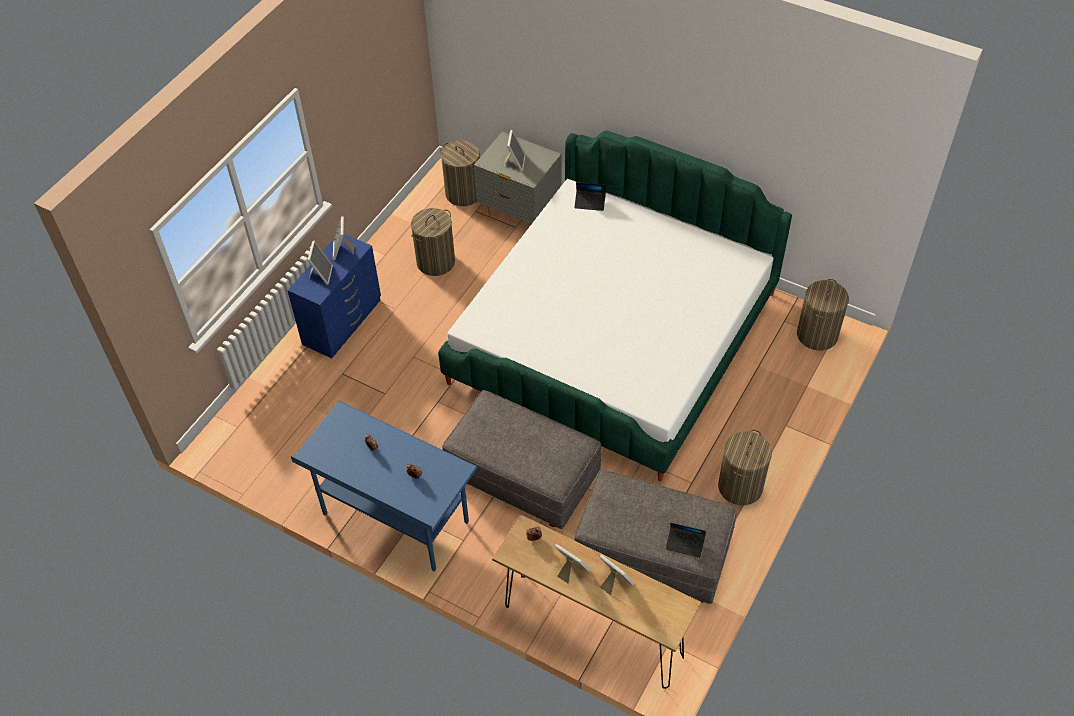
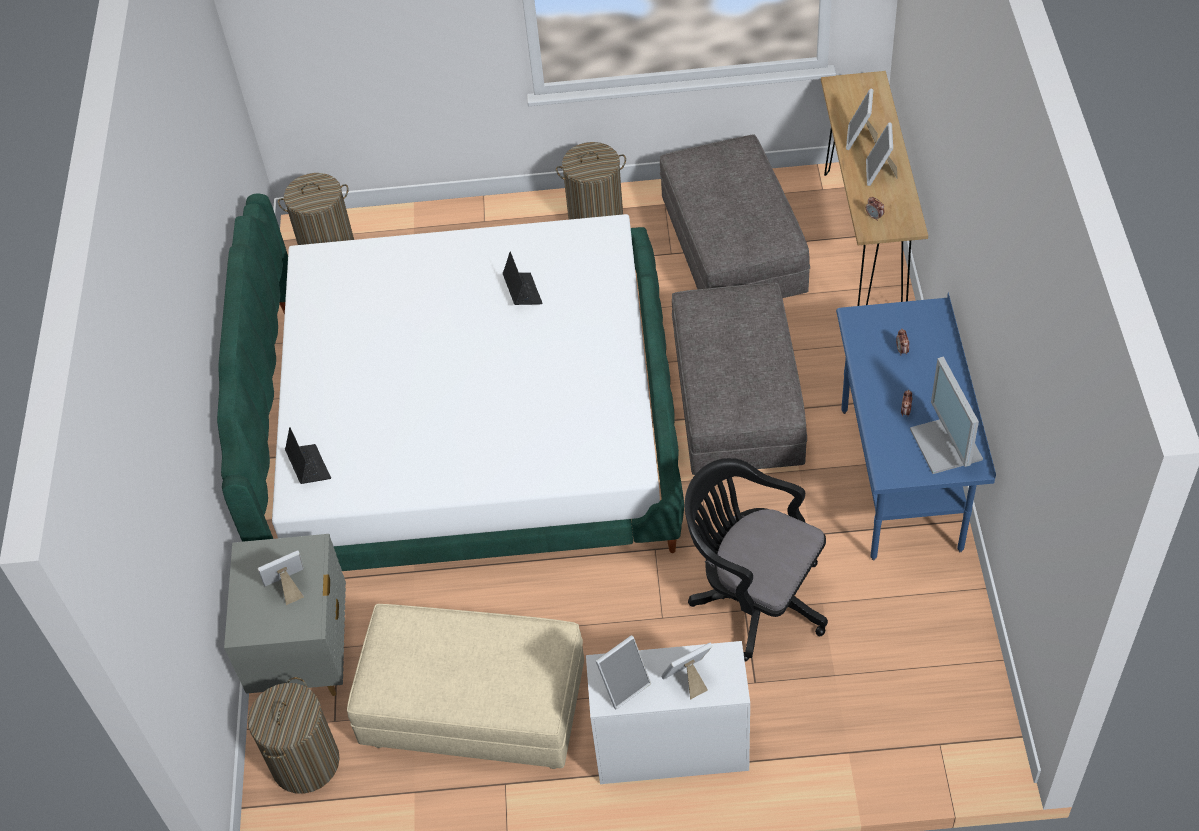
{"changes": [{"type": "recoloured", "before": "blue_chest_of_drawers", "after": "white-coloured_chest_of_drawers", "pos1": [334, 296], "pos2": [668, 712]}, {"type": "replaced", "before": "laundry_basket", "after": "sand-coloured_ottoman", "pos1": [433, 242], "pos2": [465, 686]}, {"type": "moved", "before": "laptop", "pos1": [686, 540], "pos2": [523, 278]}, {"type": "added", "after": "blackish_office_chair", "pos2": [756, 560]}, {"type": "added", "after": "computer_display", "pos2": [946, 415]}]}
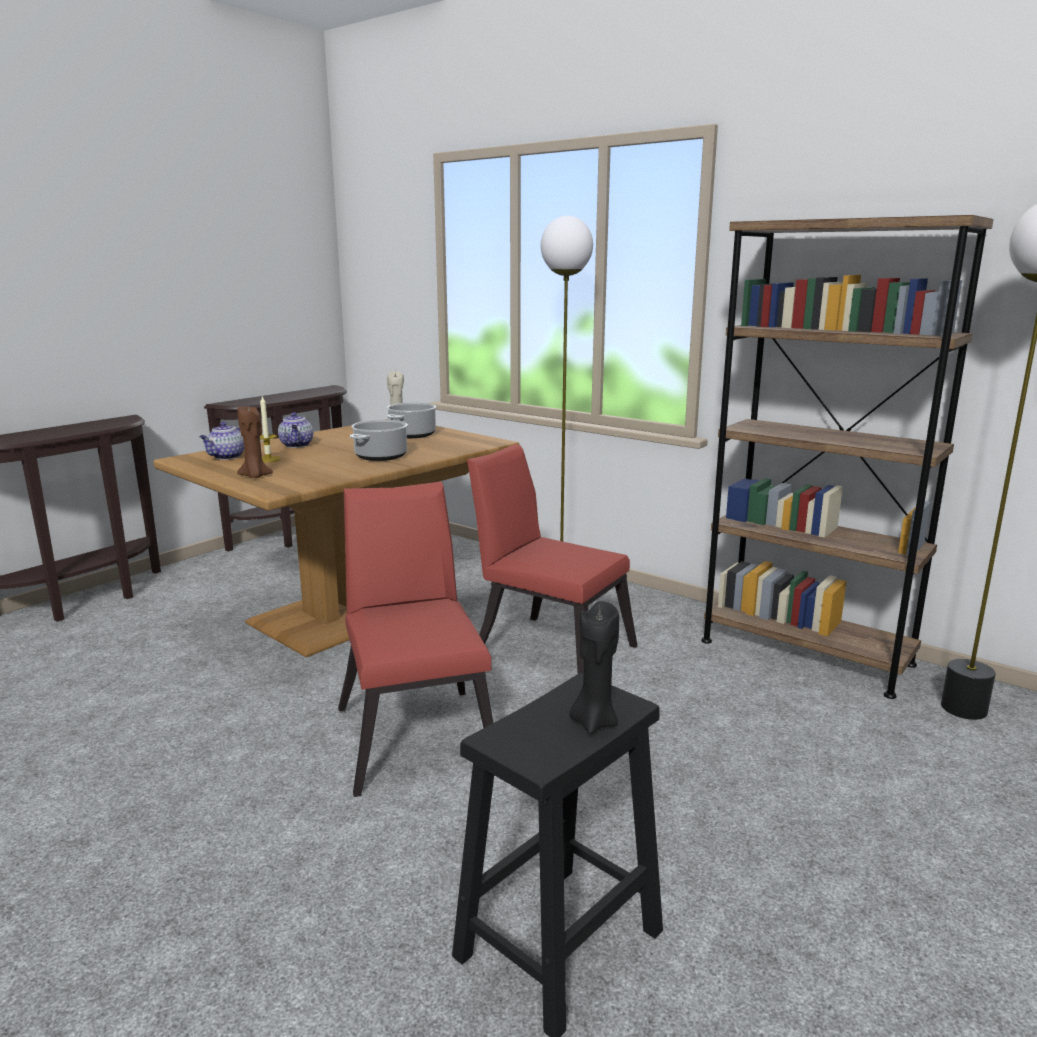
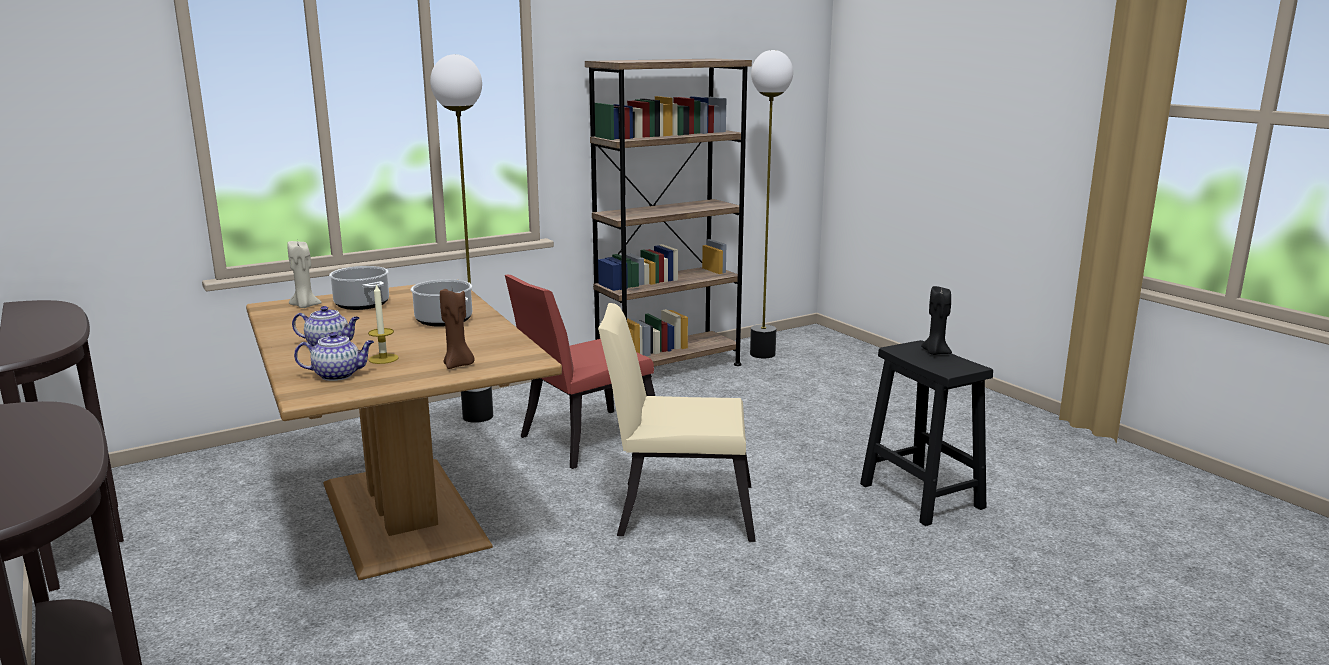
{"changes": [{"type": "turned", "before": "pot_for_tea", "pos1": [222, 441], "pos2": [334, 356], "turn": -60}, {"type": "recoloured", "before": "reddish_upright_chair", "after": "sand-coloured_upright_chair", "pos1": [415, 639], "pos2": [677, 422]}]}
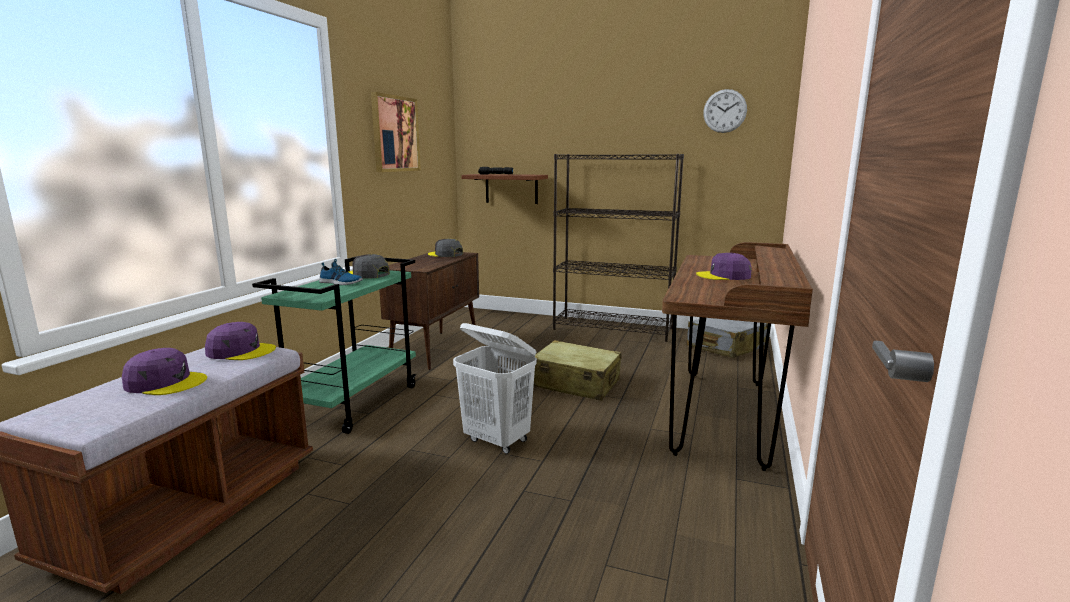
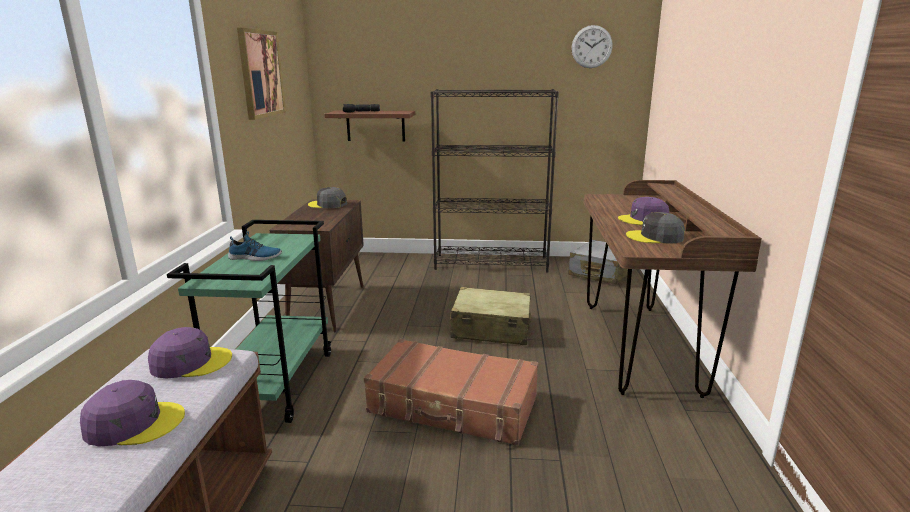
{"changes": [{"type": "moved", "before": "gray_cap", "pos1": [369, 266], "pos2": [655, 228]}, {"type": "replaced", "before": "white-coloured_laundry_basket", "after": "brown_suitcase", "pos1": [495, 388], "pos2": [451, 392]}]}
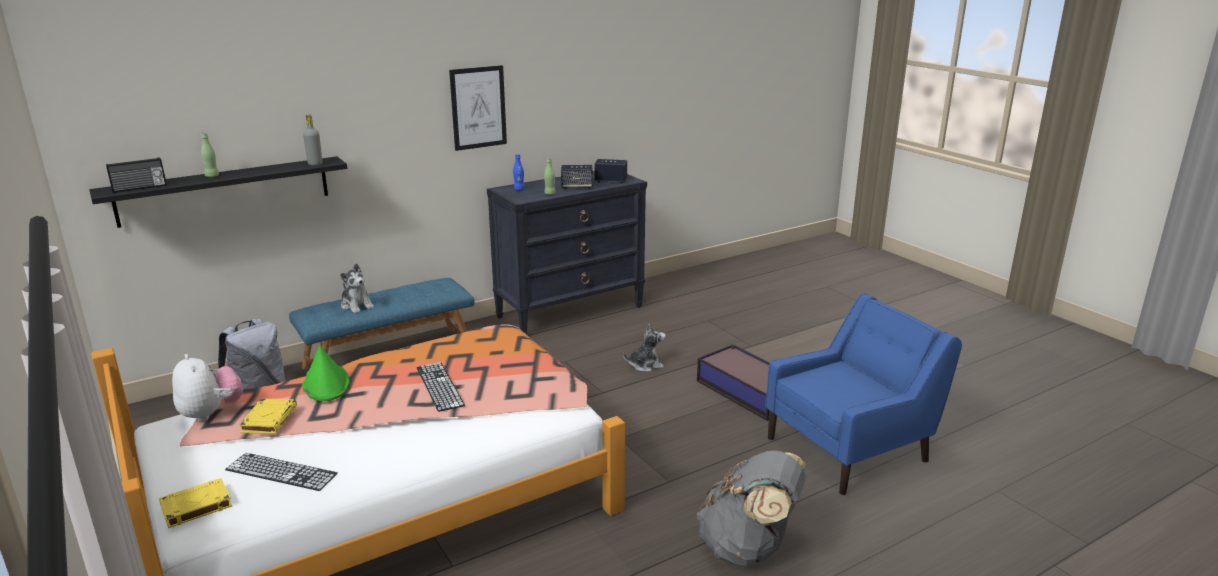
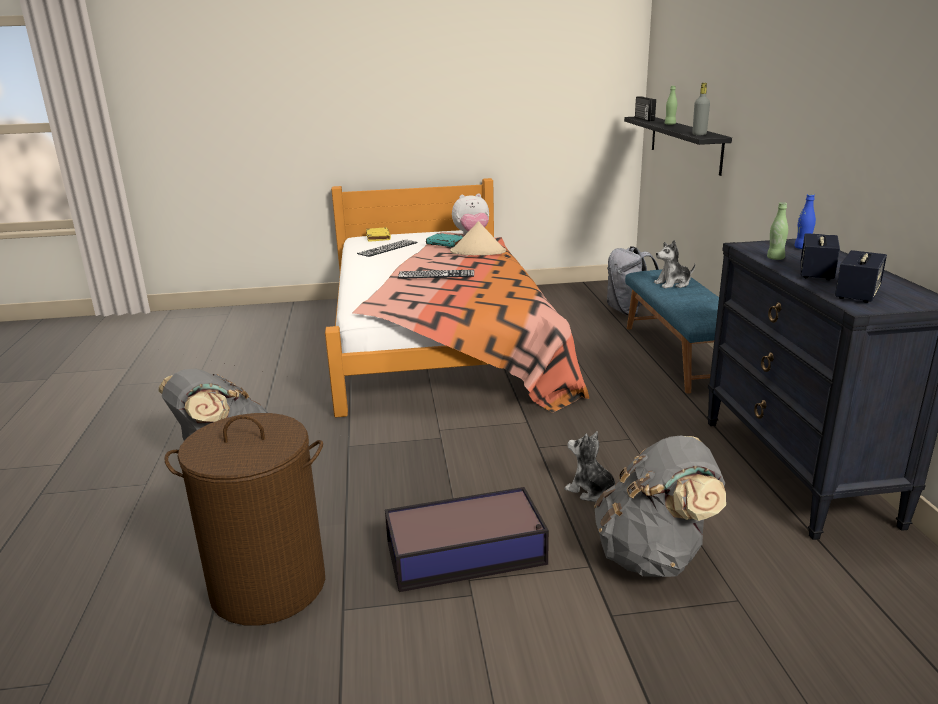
{"changes": [{"type": "recoloured", "before": "yellowish_bound_book", "after": "turquoise-coloured_bound_book", "pos1": [268, 416], "pos2": [445, 240]}, {"type": "recoloured", "before": "green_hat", "after": "sand-coloured_hat", "pos1": [326, 373], "pos2": [478, 238]}, {"type": "removed", "before": "picture", "pos1": [478, 108]}, {"type": "turned", "before": "plush_toy", "pos1": [644, 347], "pos2": [590, 466], "turn": 120}, {"type": "replaced", "before": "blue_lounge_chair", "after": "brown_laundry_basket", "pos1": [863, 394], "pos2": [244, 519]}, {"type": "added", "after": "gray_backpack", "pos2": [660, 506]}]}
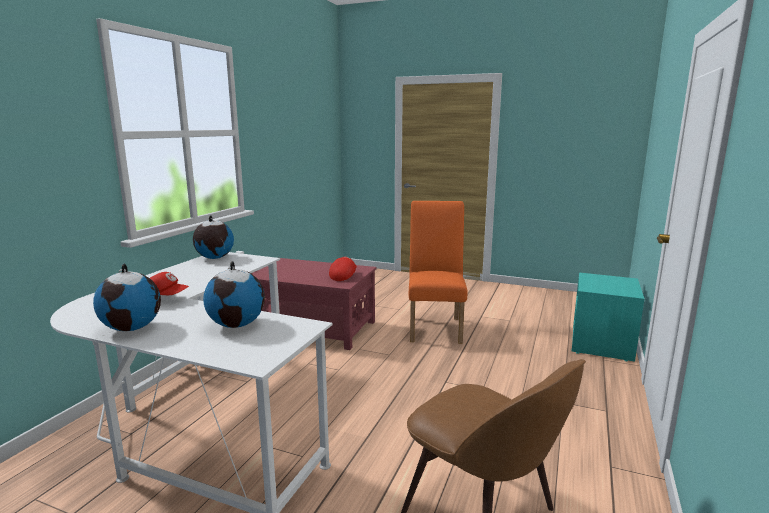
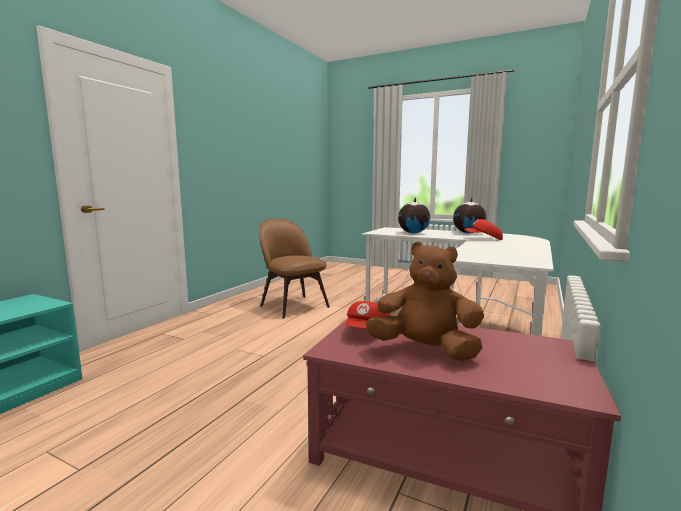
{"changes": [{"type": "removed", "before": "world_globe", "pos1": [213, 237]}, {"type": "removed", "before": "orange_upright_chair", "pos1": [438, 272]}, {"type": "added", "after": "brown_plush_toy", "pos2": [425, 301]}]}
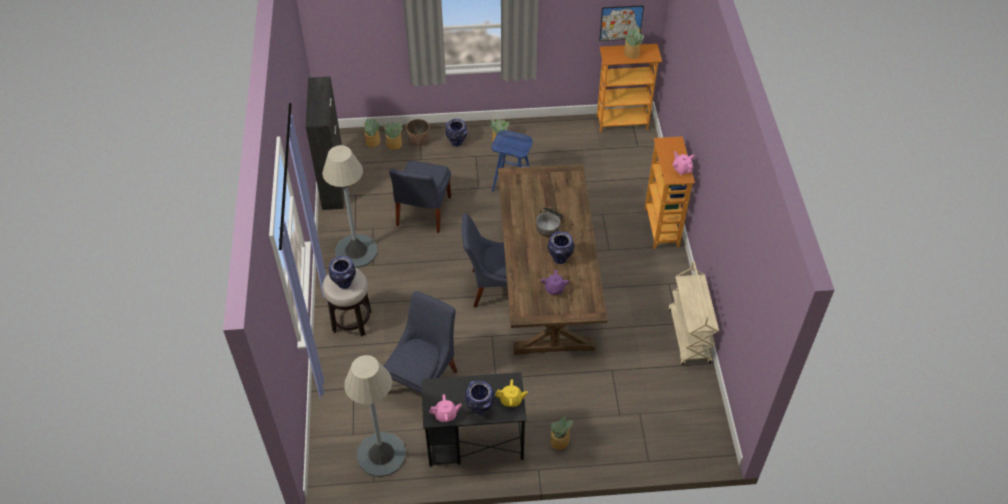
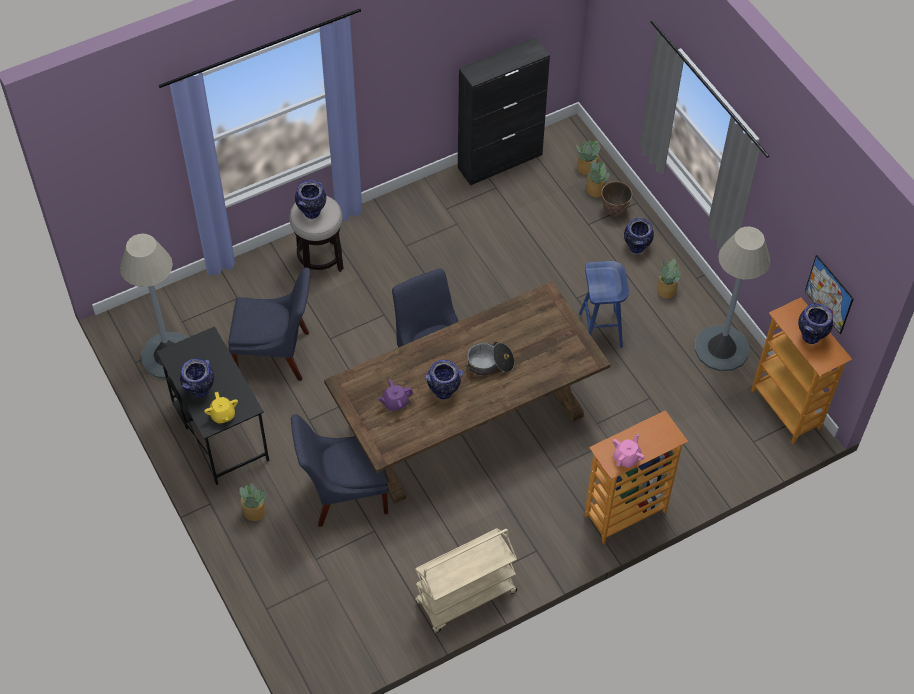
{"changes": [{"type": "moved", "before": "gray_standing_lamp", "pos1": [349, 206], "pos2": [733, 299]}, {"type": "moved", "before": "blue_upright_chair", "pos1": [420, 197], "pos2": [340, 470]}, {"type": "removed", "before": "pink_pot_for_tea", "pos1": [445, 408]}, {"type": "replaced", "before": "plant_in_a_pot", "after": "decorative_vase", "pos1": [634, 43], "pos2": [815, 323]}]}
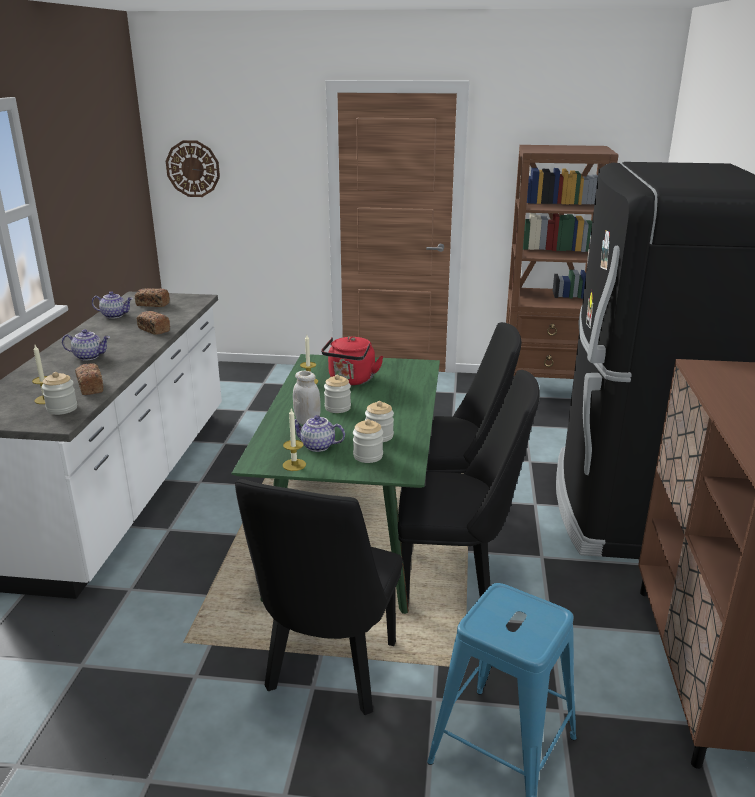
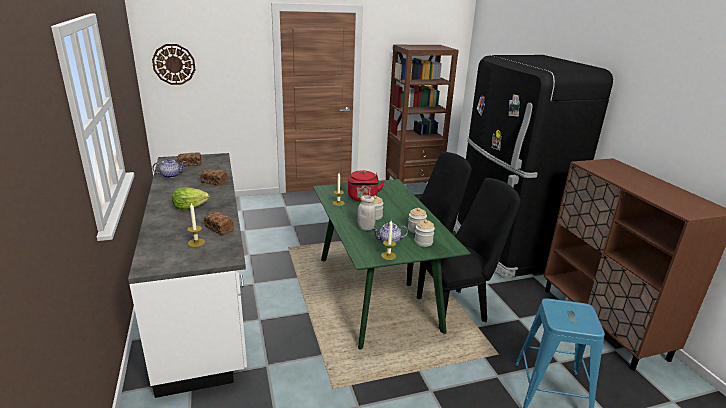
{"changes": [{"type": "removed", "before": "preserve_jar", "pos1": [59, 393]}, {"type": "replaced", "before": "pot_for_tea", "after": "lettuce", "pos1": [86, 345], "pos2": [191, 199]}, {"type": "removed", "before": "blackish_upright_chair", "pos1": [319, 597]}]}
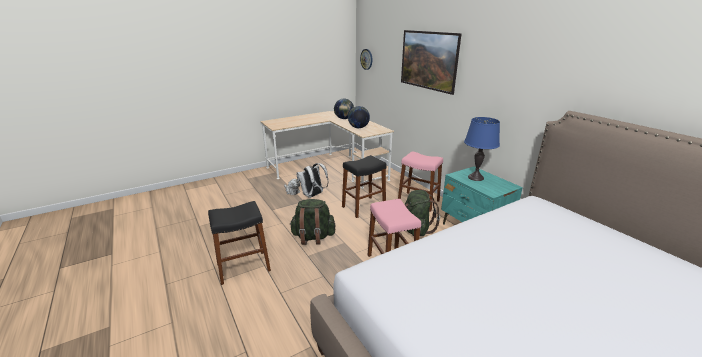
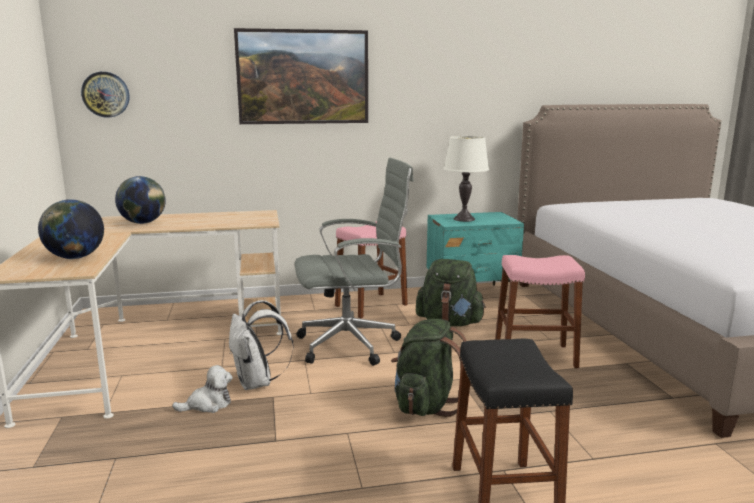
{"changes": [{"type": "replaced", "before": "blackish_stool", "after": "gray_office_chair", "pos1": [364, 186], "pos2": [354, 262]}, {"type": "moved", "before": "world_globe", "pos1": [359, 117], "pos2": [71, 229]}, {"type": "recoloured", "before": "blue_table_lamp", "after": "white-coloured_table_lamp", "pos1": [482, 149], "pos2": [466, 179]}]}
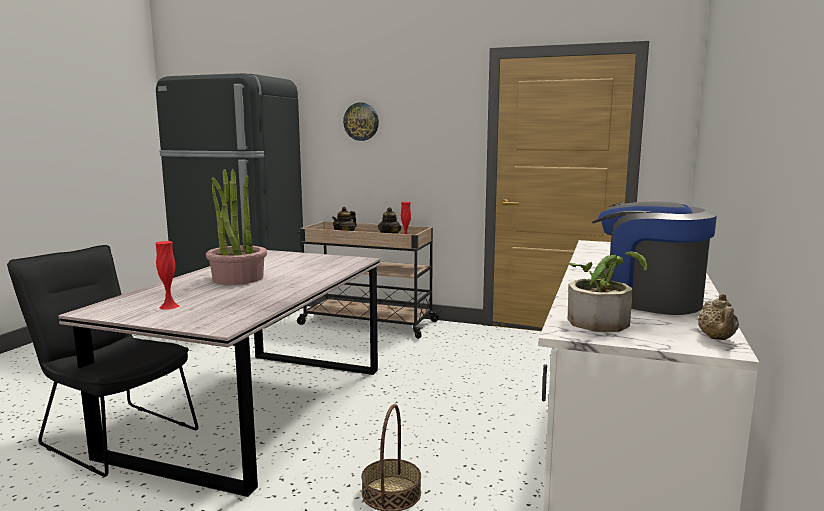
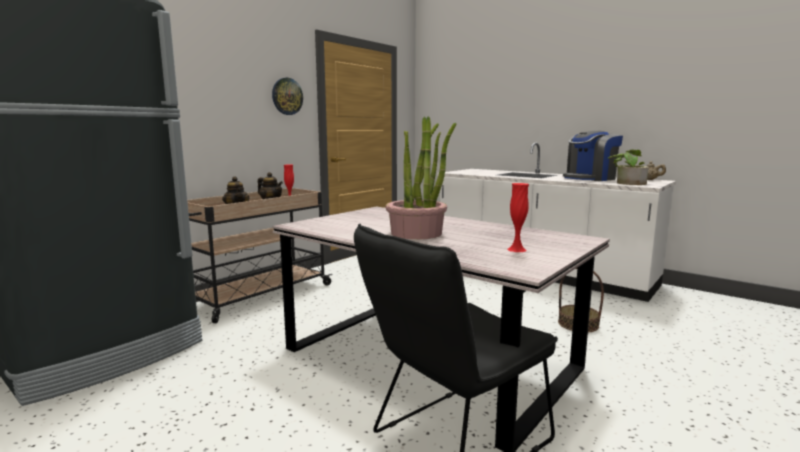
{"changes": [{"type": "moved", "before": "clock_on_the_wall", "pos1": [361, 122], "pos2": [287, 96]}]}
